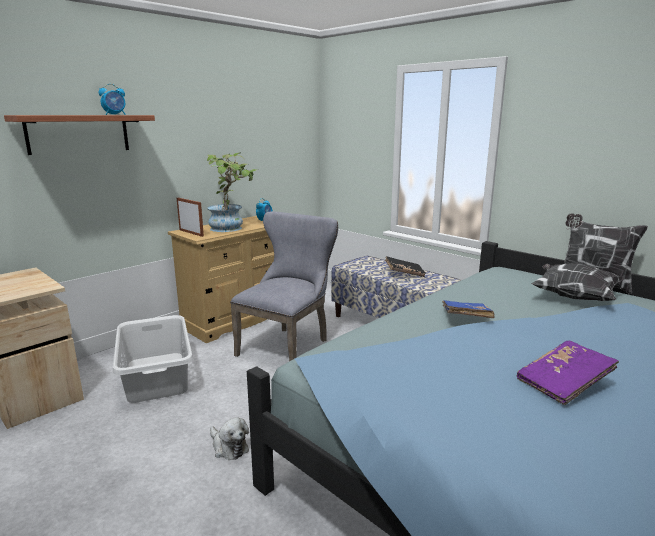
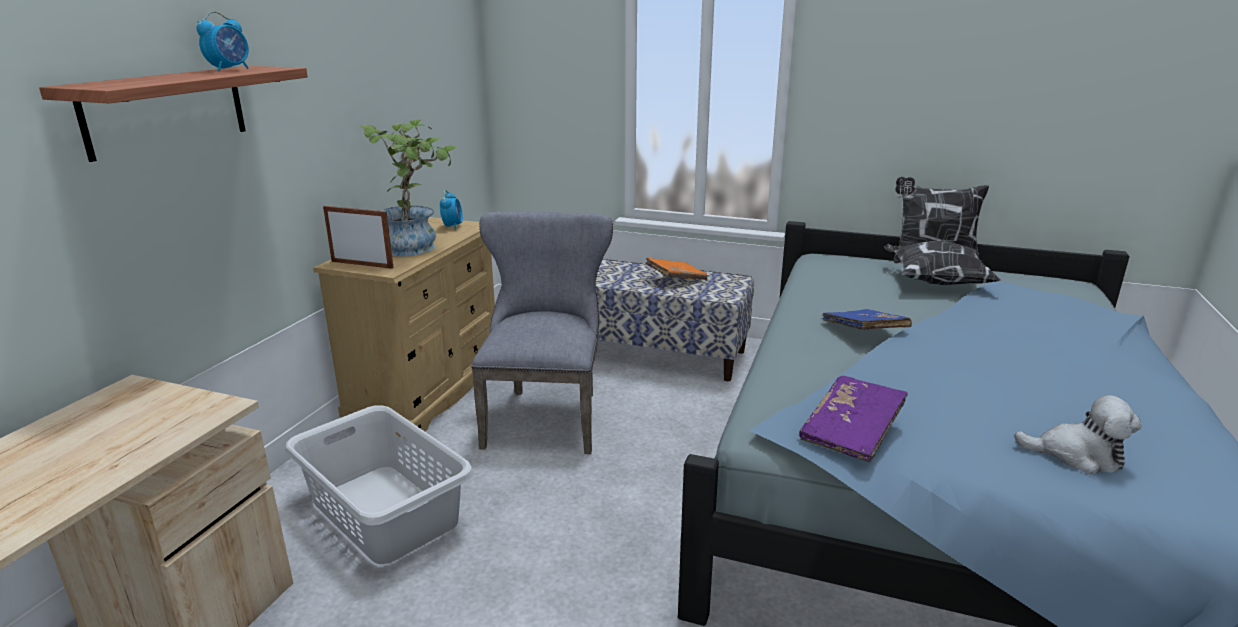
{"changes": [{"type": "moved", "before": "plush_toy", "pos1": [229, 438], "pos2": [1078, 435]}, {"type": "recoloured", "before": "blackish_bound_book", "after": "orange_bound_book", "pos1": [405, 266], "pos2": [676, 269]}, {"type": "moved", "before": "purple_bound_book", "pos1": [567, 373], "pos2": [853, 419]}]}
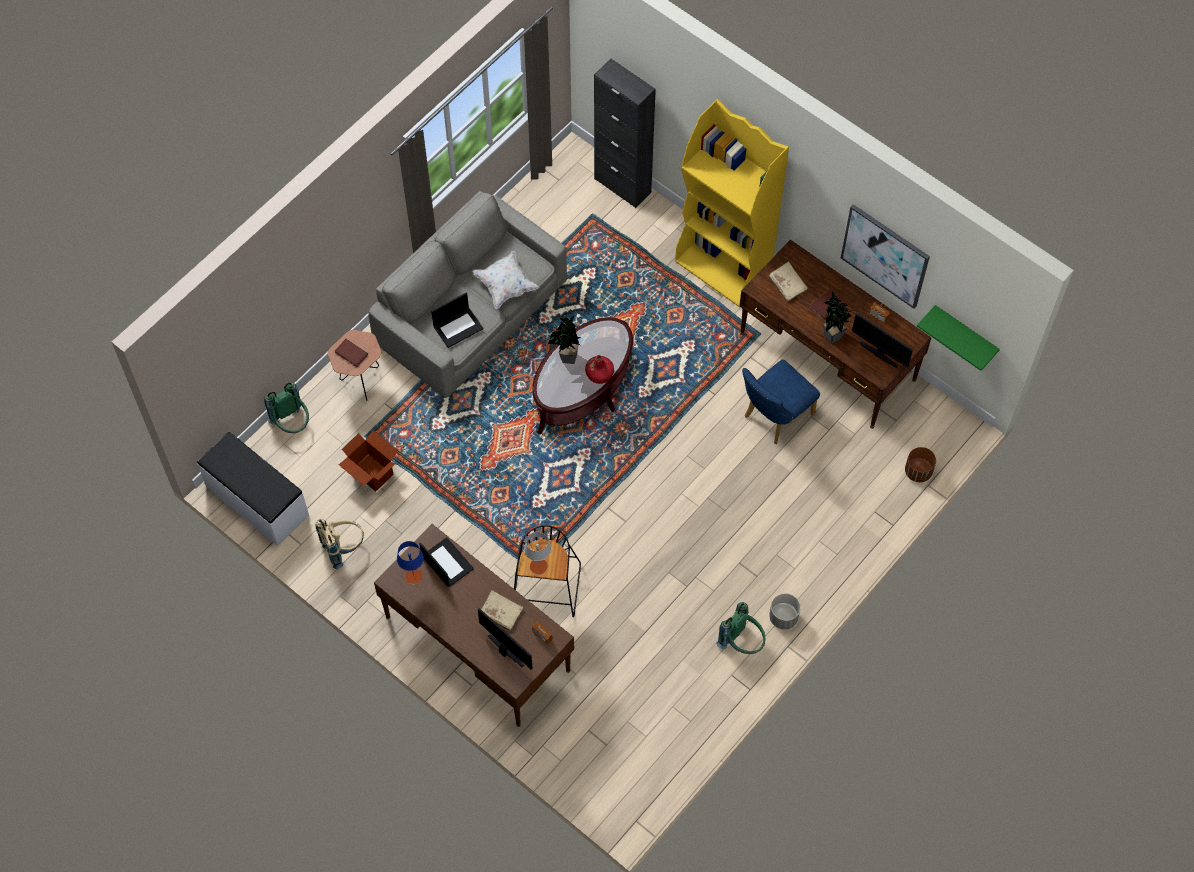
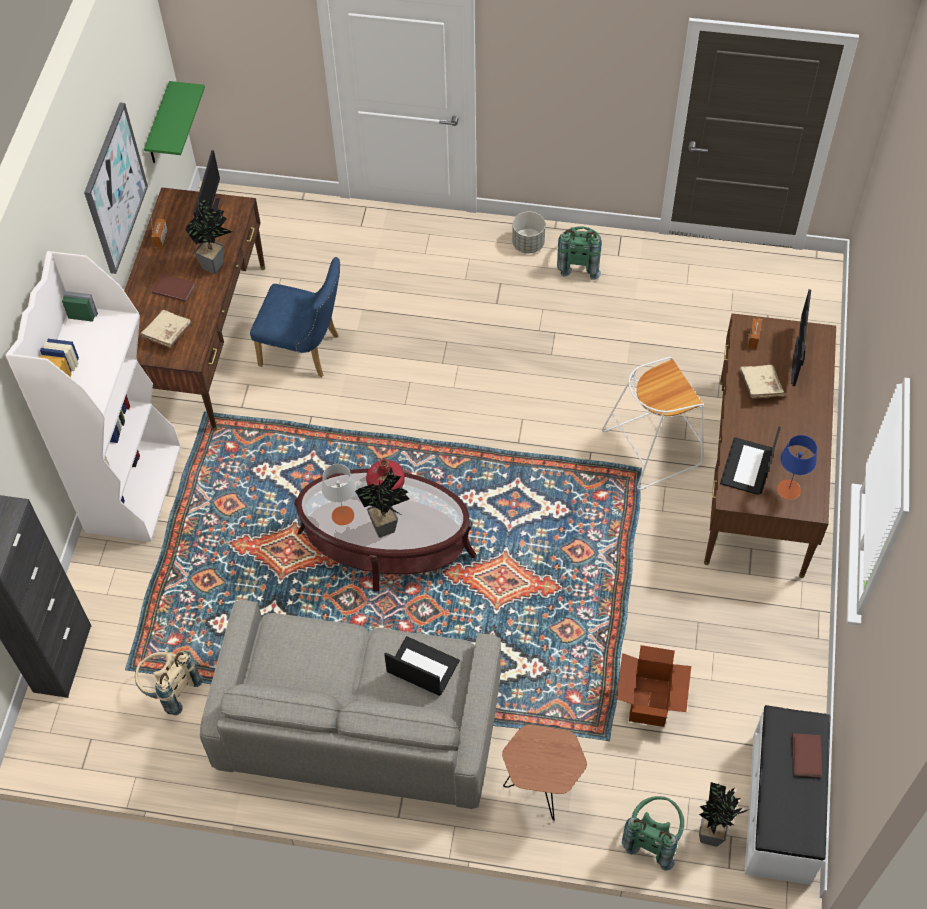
{"changes": [{"type": "moved", "before": "sand-coloured_backpack", "pos1": [339, 544], "pos2": [169, 683]}, {"type": "moved", "before": "brown_bound_book", "pos1": [351, 353], "pos2": [807, 755]}, {"type": "removed", "before": "white-coloured_cushion", "pos1": [506, 280]}, {"type": "recoloured", "before": "blackish_stool", "after": "white-coloured_stool", "pos1": [547, 571], "pos2": [653, 423]}, {"type": "moved", "before": "gray_table_lamp", "pos1": [537, 553], "pos2": [338, 495]}, {"type": "recoloured", "before": "yellowish_bookcase", "after": "white-coloured_bookcase", "pos1": [732, 203], "pos2": [93, 396]}, {"type": "removed", "before": "brown_flower_pot", "pos1": [920, 464]}, {"type": "added", "after": "plant_in_a_pot", "pos2": [724, 814]}]}
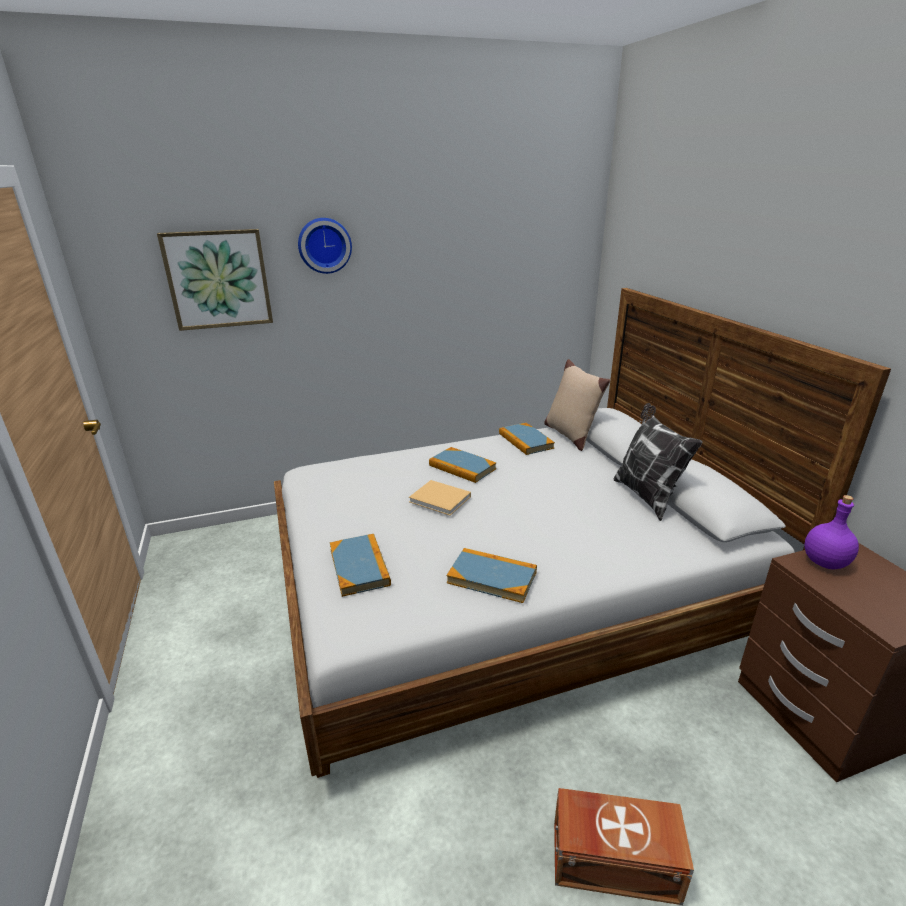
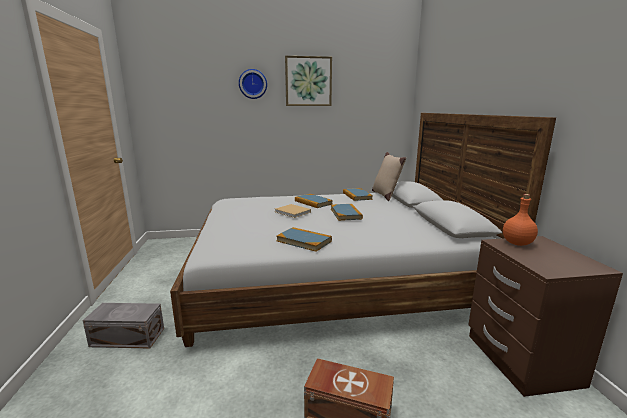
{"changes": [{"type": "moved", "before": "picture", "pos1": [215, 280], "pos2": [308, 81]}, {"type": "moved", "before": "bound_book", "pos1": [360, 565], "pos2": [347, 212]}, {"type": "removed", "before": "cushion", "pos1": [658, 462]}, {"type": "recoloured", "before": "purple_beverage_bottle", "after": "orange_beverage_bottle", "pos1": [831, 532], "pos2": [520, 220]}, {"type": "added", "after": "gray_storage_container", "pos2": [123, 325]}]}
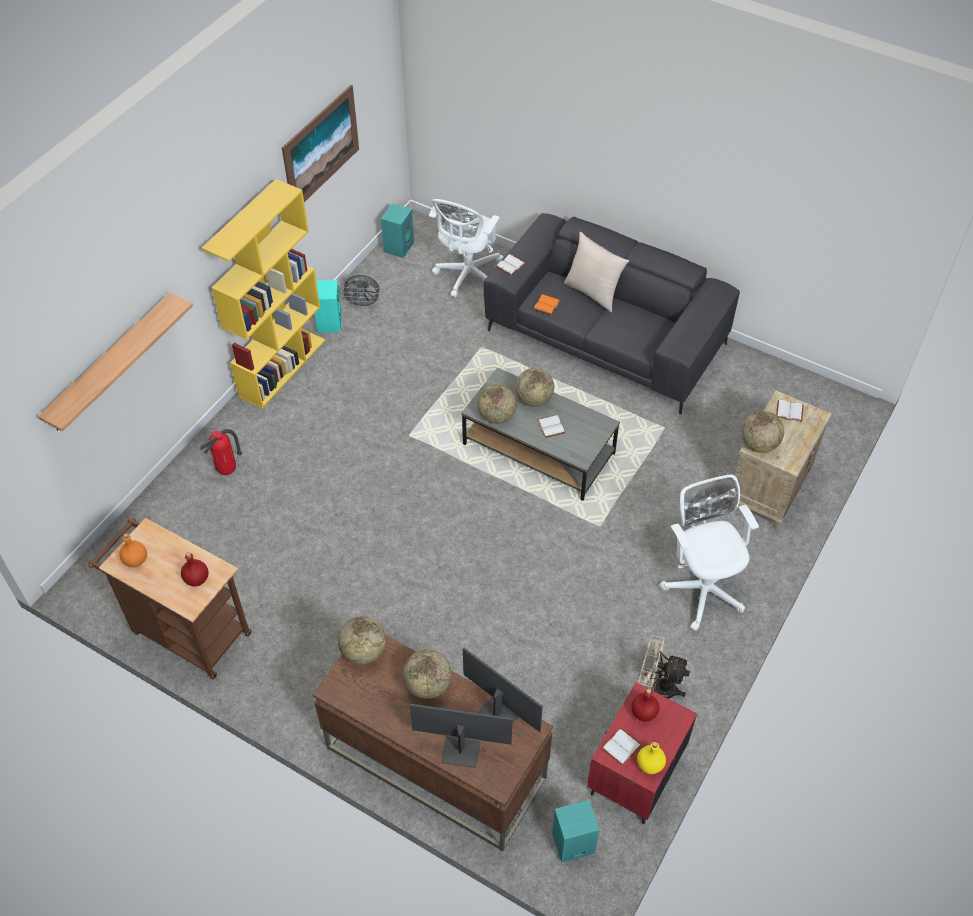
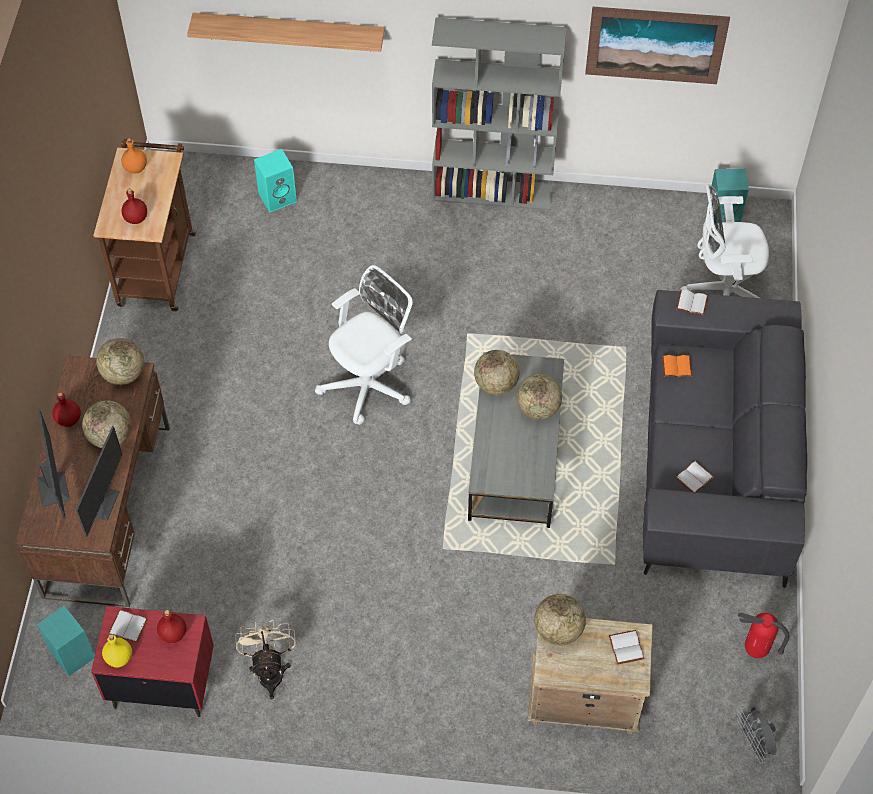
{"changes": [{"type": "moved", "before": "fire_extinguisher", "pos1": [221, 452], "pos2": [763, 635]}, {"type": "recoloured", "before": "yellowish_bookcase", "after": "gray_bookcase", "pos1": [263, 294], "pos2": [499, 113]}, {"type": "moved", "before": "turquoise-coloured_loudspeaker", "pos1": [328, 306], "pos2": [275, 181]}, {"type": "moved", "before": "gray_cooling_fan", "pos1": [361, 292], "pos2": [757, 735]}, {"type": "moved", "before": "white-coloured_bound_book", "pos1": [551, 426], "pos2": [694, 476]}, {"type": "removed", "before": "sand-coloured_cushion", "pos1": [596, 272]}, {"type": "moved", "before": "white-coloured_office_chair", "pos1": [709, 553], "pos2": [364, 345]}, {"type": "added", "after": "reddish_beverage_bottle", "pos2": [66, 409]}]}
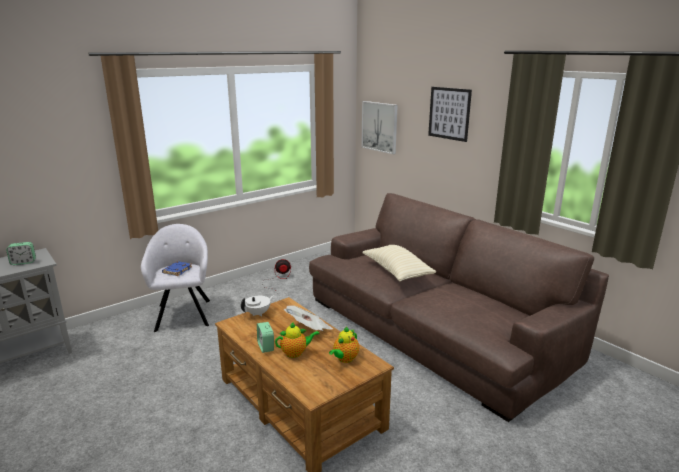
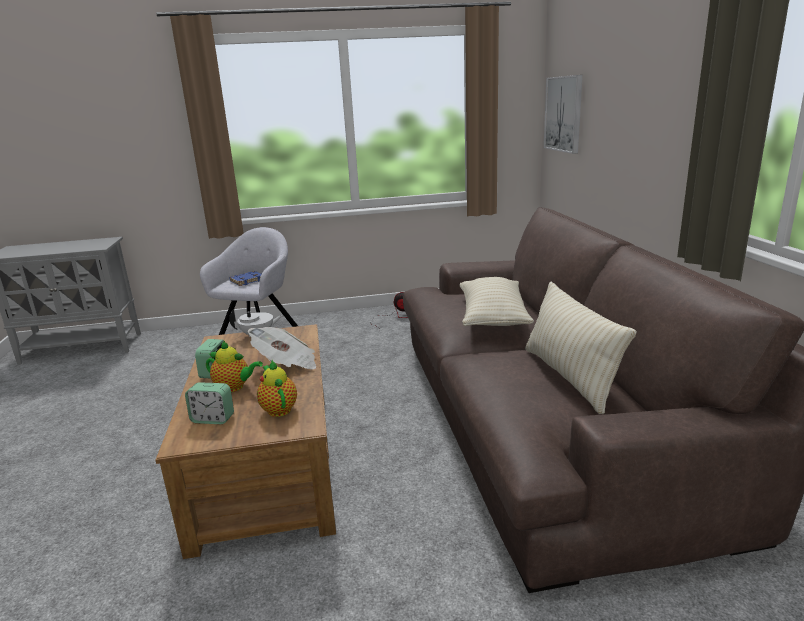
{"changes": [{"type": "moved", "before": "table_clock", "pos1": [21, 253], "pos2": [209, 403]}, {"type": "turned", "before": "pot_for_tea", "pos1": [344, 345], "pos2": [277, 388], "turn": 90}, {"type": "removed", "before": "picture", "pos1": [450, 114]}, {"type": "added", "after": "sand-coloured_cushion", "pos2": [581, 347]}]}
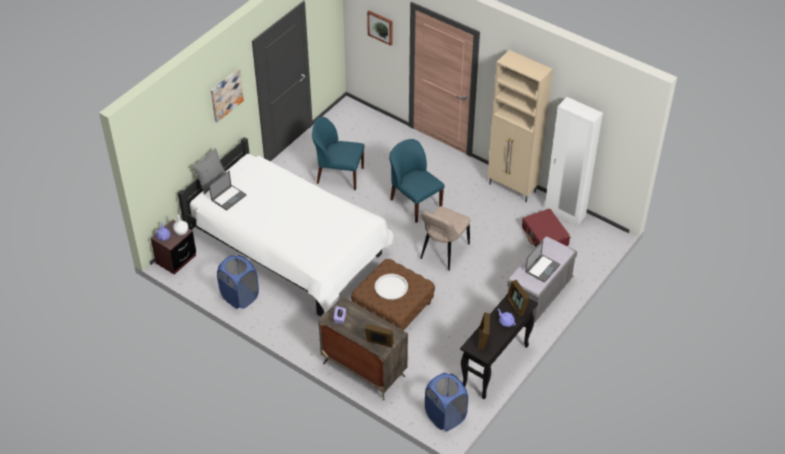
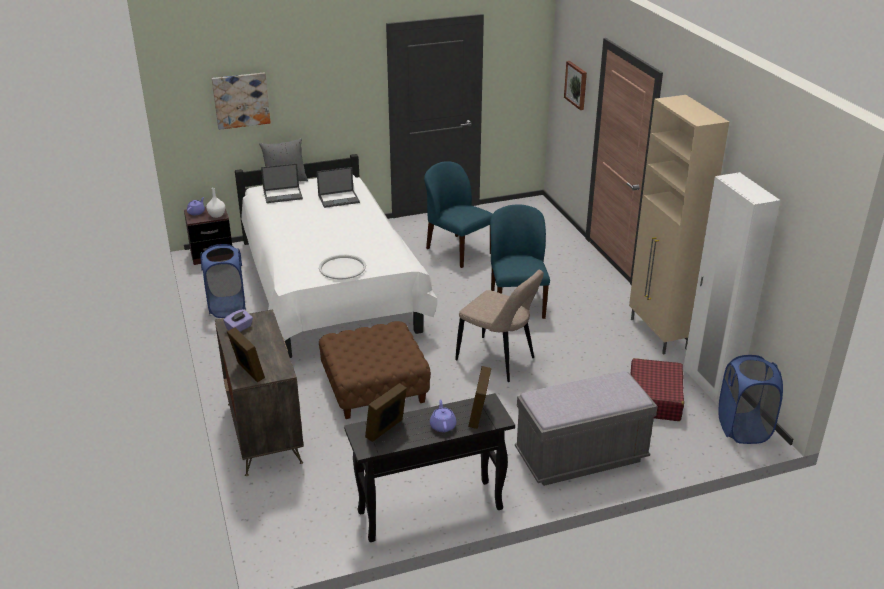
{"changes": [{"type": "moved", "before": "picture", "pos1": [227, 95], "pos2": [241, 101]}, {"type": "moved", "before": "white-coloured_serving_tray", "pos1": [391, 287], "pos2": [342, 267]}, {"type": "turned", "before": "sand-coloured_upright_chair", "pos1": [445, 238], "pos2": [499, 326], "turn": -120}, {"type": "moved", "before": "blue_laundry_basket", "pos1": [446, 402], "pos2": [750, 399]}, {"type": "moved", "before": "laptop", "pos1": [542, 262], "pos2": [338, 187]}]}
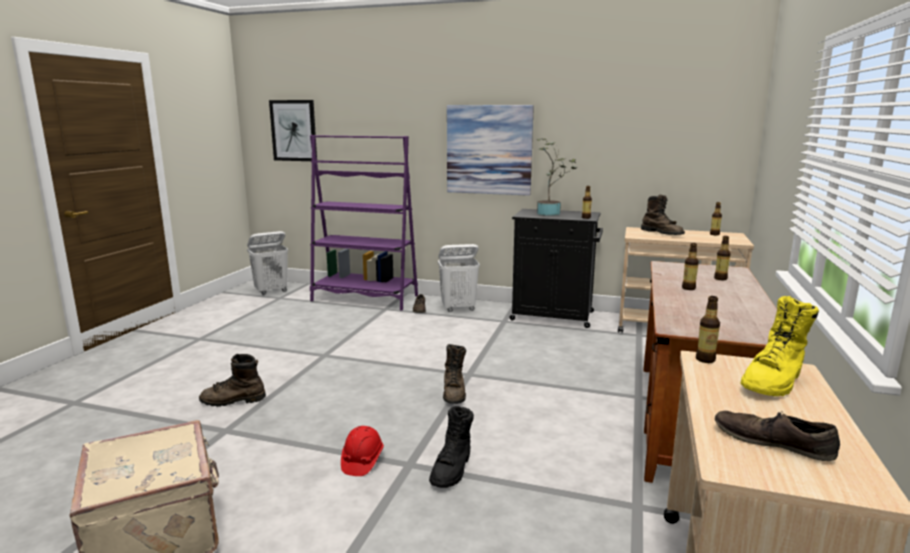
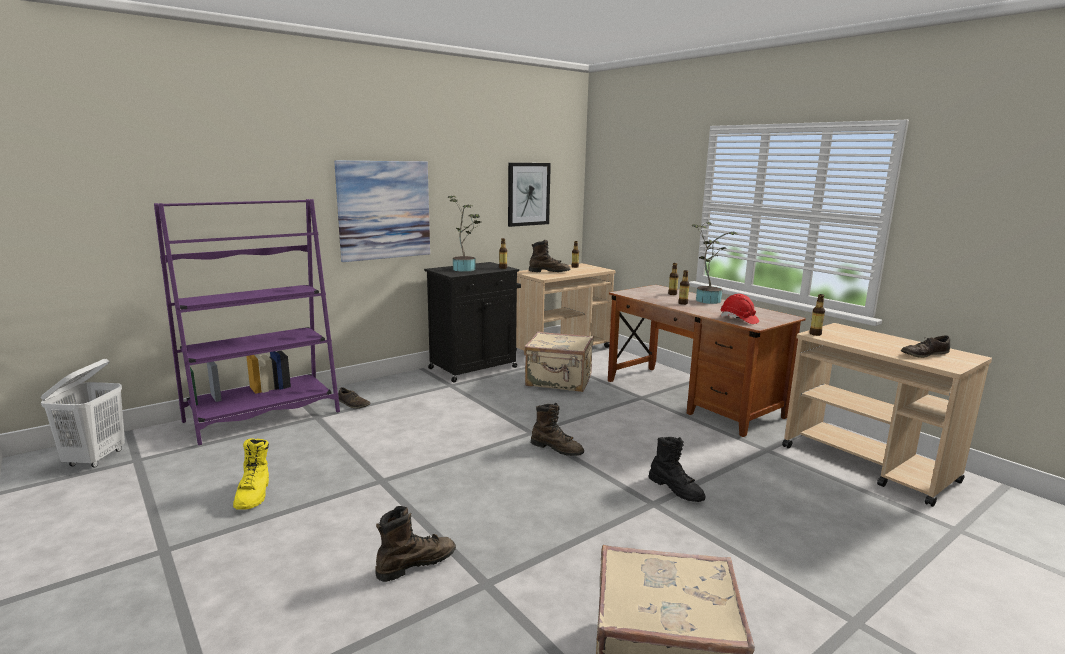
{"changes": [{"type": "turned", "before": "brown_high-top_boot", "pos1": [232, 380], "pos2": [416, 544], "turn": -150}, {"type": "moved", "before": "picture", "pos1": [293, 130], "pos2": [529, 195]}, {"type": "moved", "before": "reddish_hard_hat", "pos1": [362, 451], "pos2": [740, 309]}, {"type": "removed", "before": "white-coloured_laundry_basket", "pos1": [459, 278]}, {"type": "moved", "before": "yellowish_high-top_boot", "pos1": [779, 346], "pos2": [251, 474]}, {"type": "added", "after": "sand-coloured_suitcase", "pos2": [559, 361]}, {"type": "added", "after": "plant_in_a_pot", "pos2": [715, 263]}]}
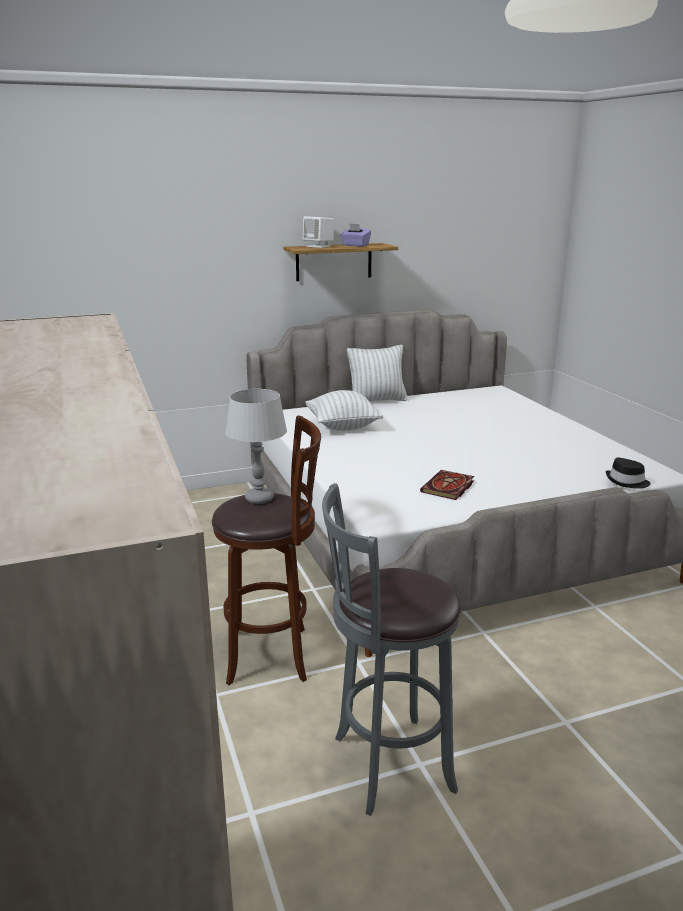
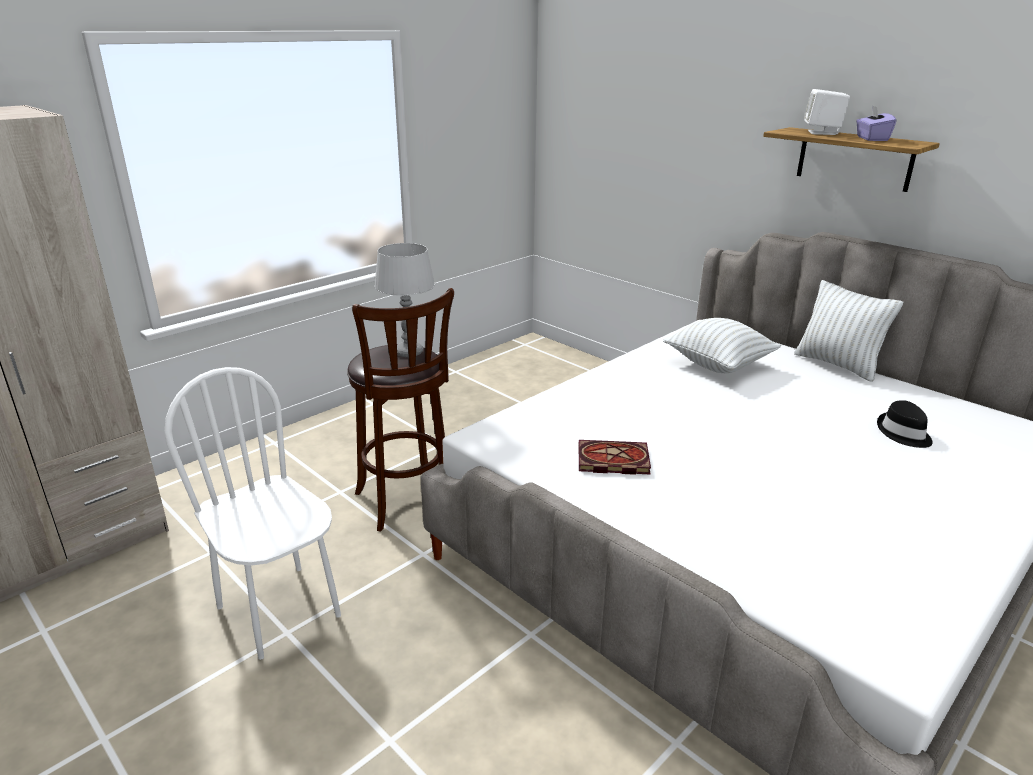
{"changes": [{"type": "replaced", "before": "gray_stool", "after": "white-coloured_upright_chair", "pos1": [391, 649], "pos2": [252, 513]}, {"type": "moved", "before": "blackish_hat", "pos1": [628, 473], "pos2": [905, 424]}]}
